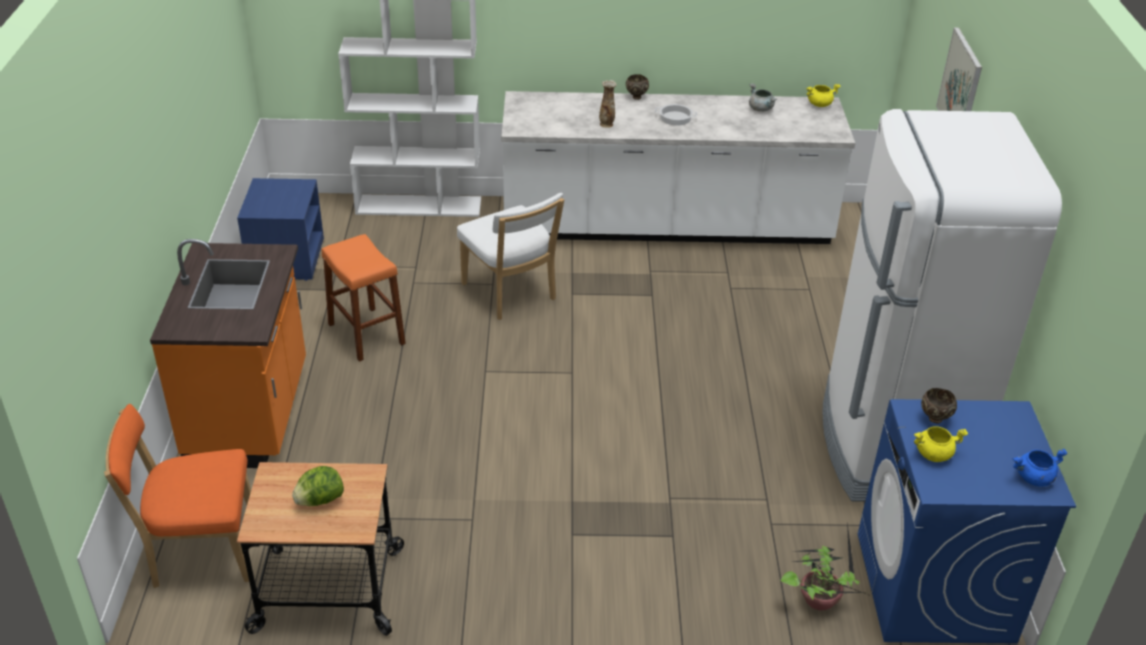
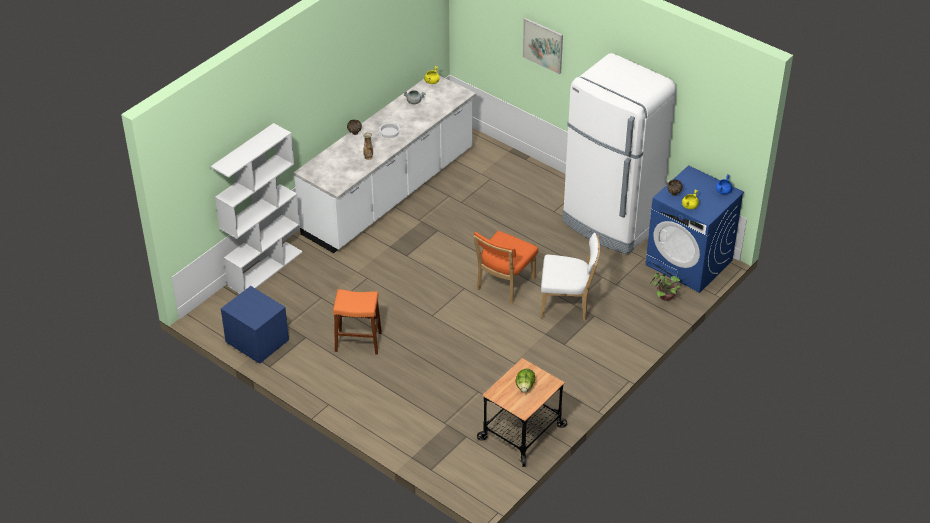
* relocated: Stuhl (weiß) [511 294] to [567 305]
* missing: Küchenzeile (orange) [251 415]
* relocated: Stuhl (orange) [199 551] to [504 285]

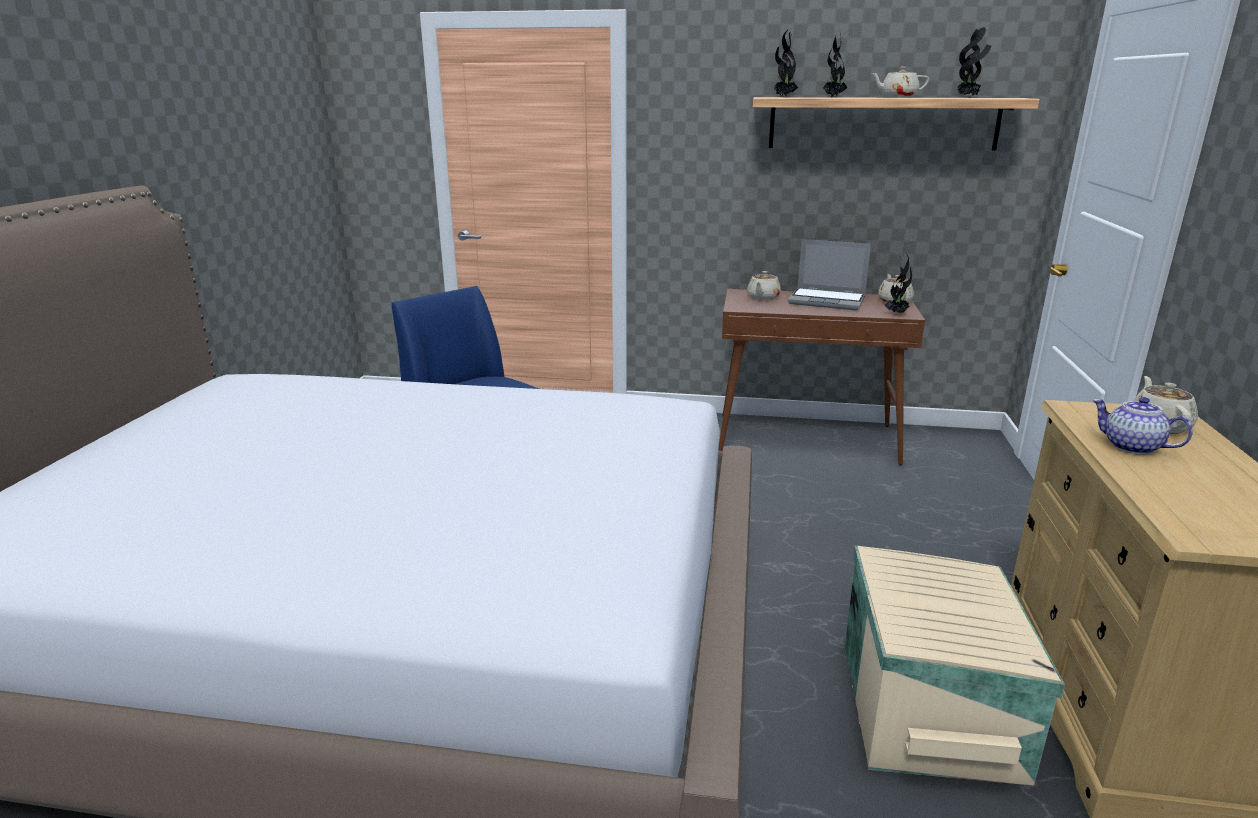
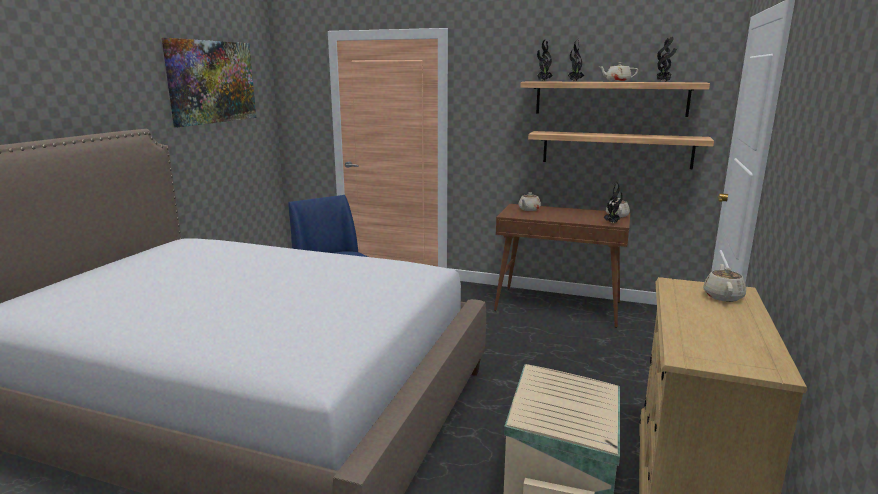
* missing: Laptop [828 301]
* missing: Teekanne [1131 447]
* appeared: Bild [212 82]
* appeared: Wandregal [616 149]

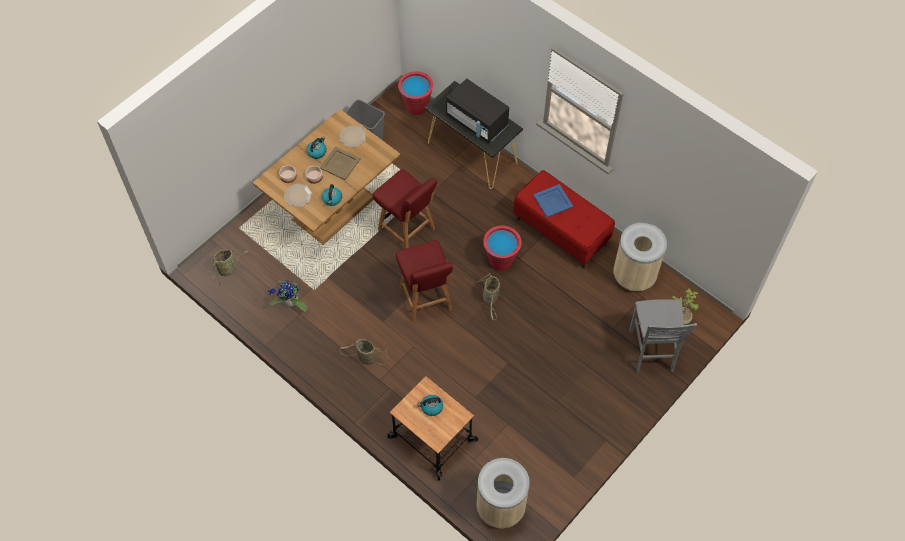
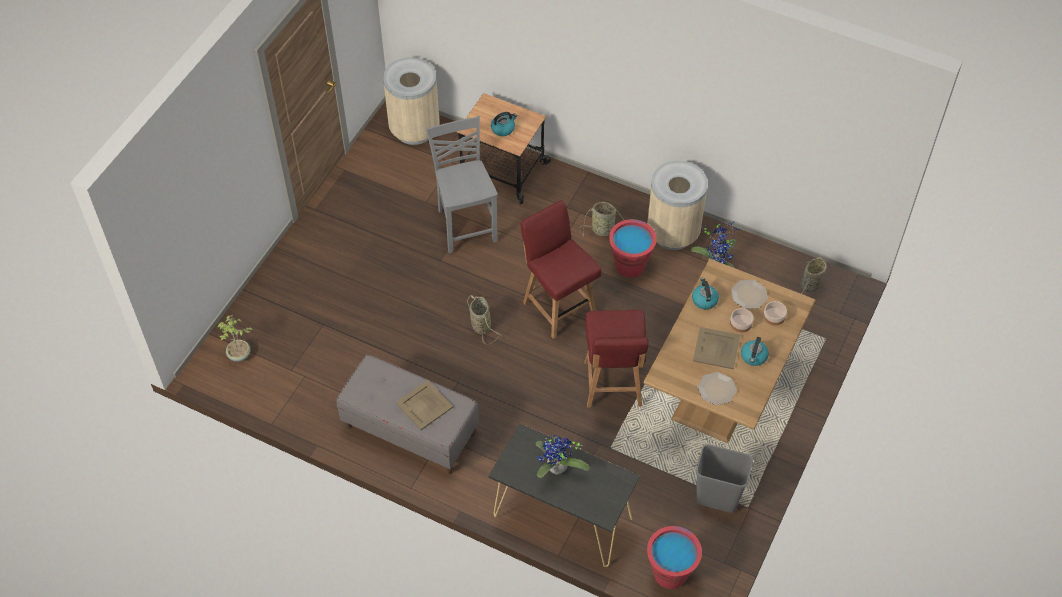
* exchanged: Mikrowelle (schwarz) [477 122] to Topfpflanze [556 469]
* spun: Stuhl (rot) [407 230] = [612 385] 120 degrees counterclockwise
* colour: Bank (rot) [561 231] to Bank (grau) [410 430]
* colour: Tablett (blau) [552 201] to Tablett (beige) [425 405]
* relocated: Mülleimer (beige) [634 276] to [672 233]
* relocated: Eimer (rot) [501 261] to [630 266]
* relocated: Stuhl (grau) [651 352] to [466 225]

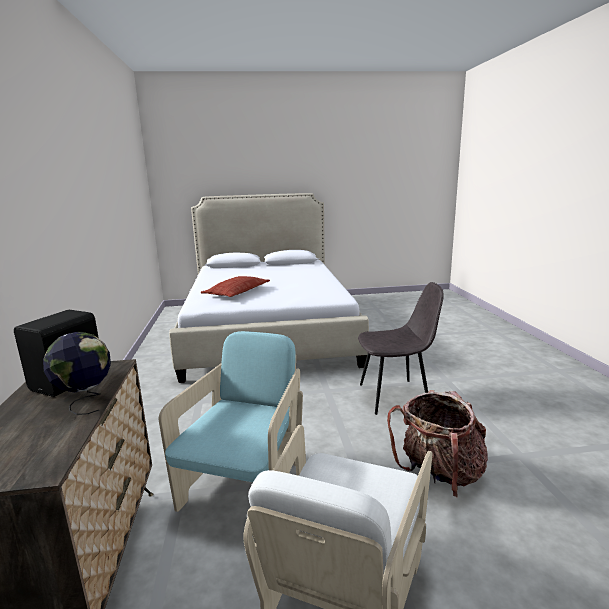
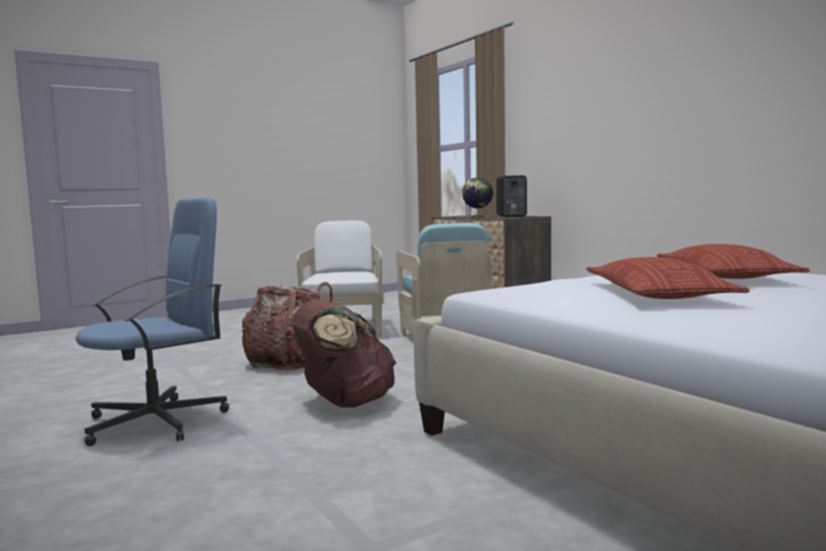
* exchanged: Stuhl (grau) [395 396] to Rucksack (braun) [344 403]
* appeared: Bürostuhl (blau) [158 421]
* appeared: Kissen [656 294]

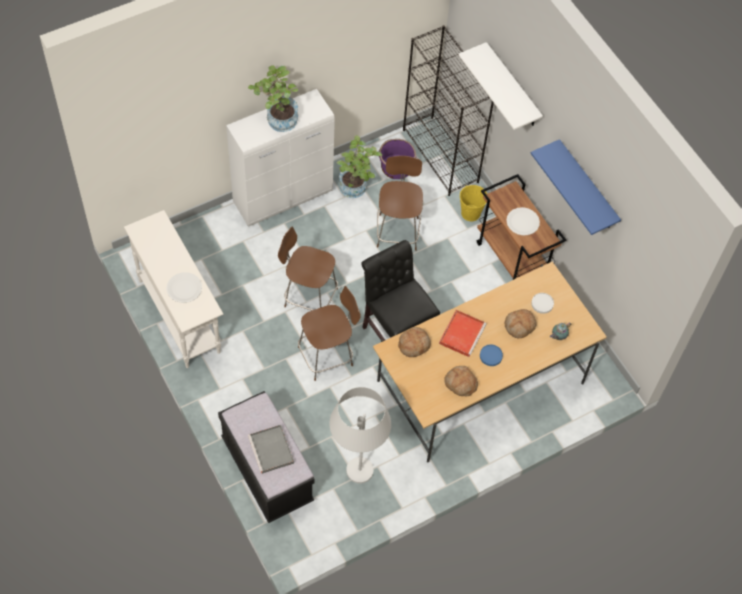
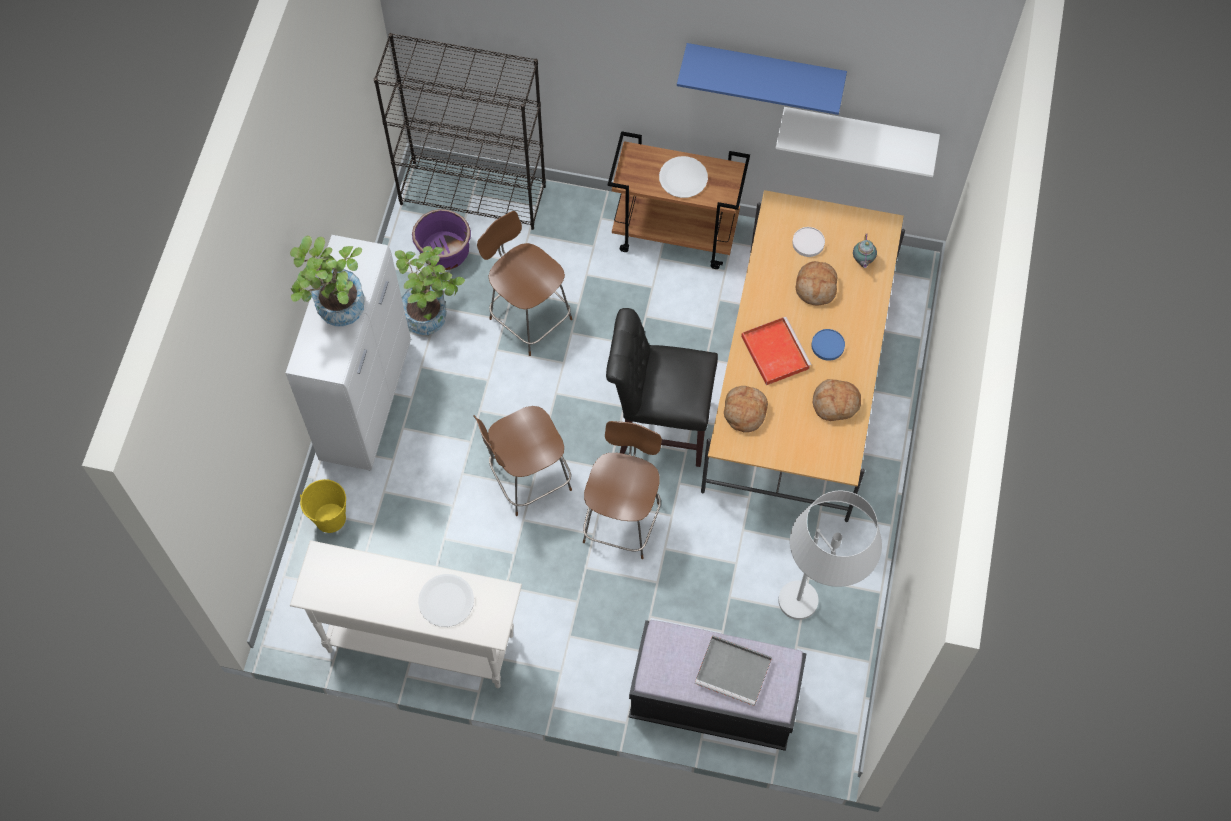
* relocated: Wandregal (weiß) [512 87] to [859 132]
* relocated: Eimer (gelb) [470 213] to [330 518]

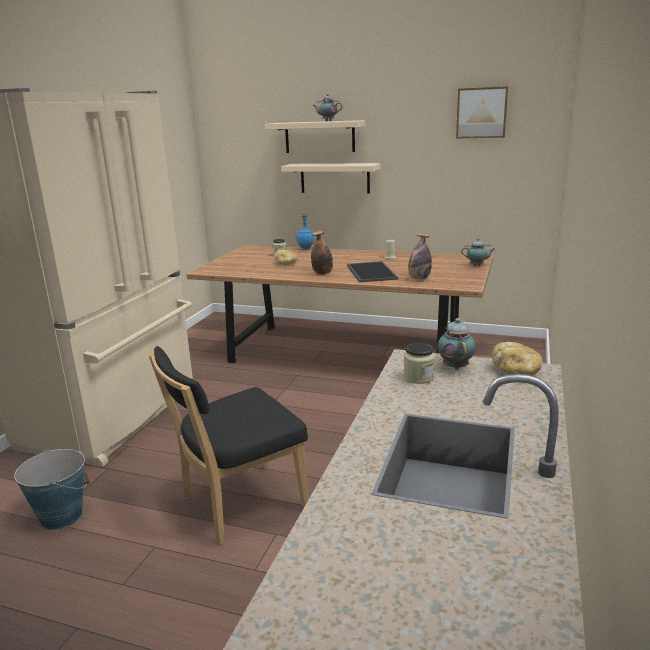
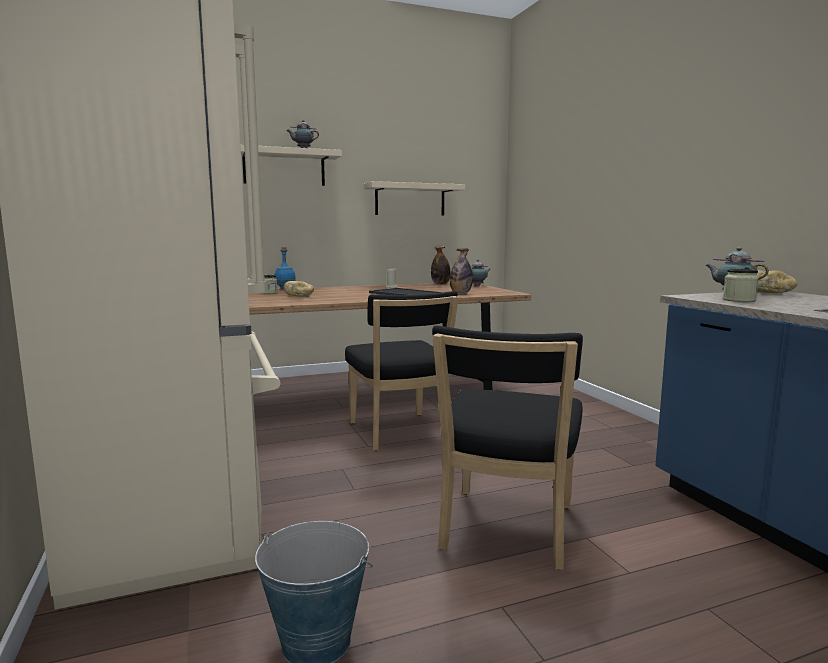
* missing: Bild [481 113]
* relocated: Wandregal (beige) [335 178] to [410 200]
* relocated: Flasche [322 273] to [440 284]
* appeared: Stuhl (schwarz) [399 433]

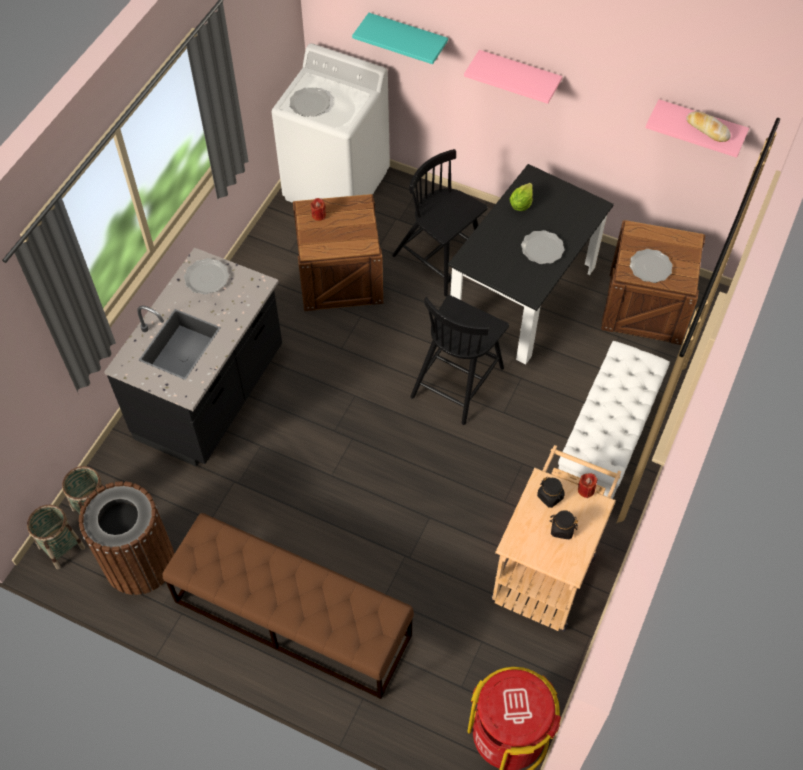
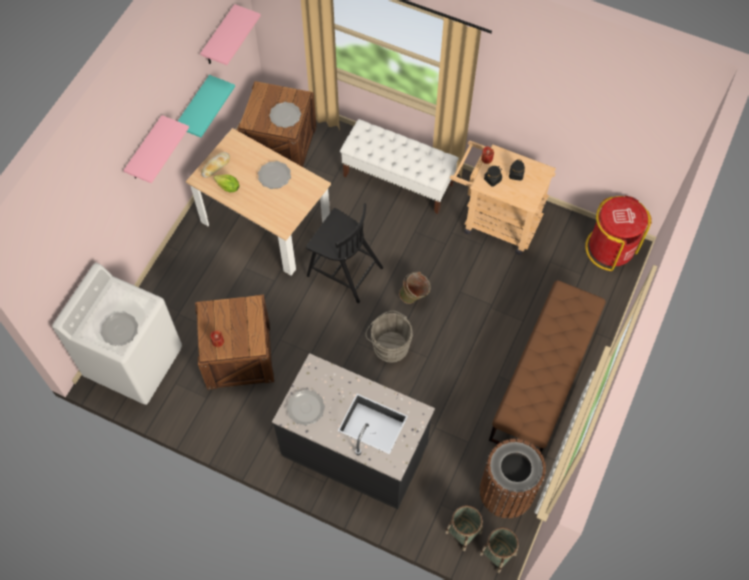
* relocated: Wandregal (türkis) [408 38] to [194 107]
* relocated: Brot [707 129] to [216 166]
* missing: Stuhl (schwarz) [440 260]
* colour: Esstisch (schwarz) [522 296] to Esstisch (beige) [265 224]
* appeared: Eimer (grün) [414 297]
* appeared: Eimer (grau) [389 345]

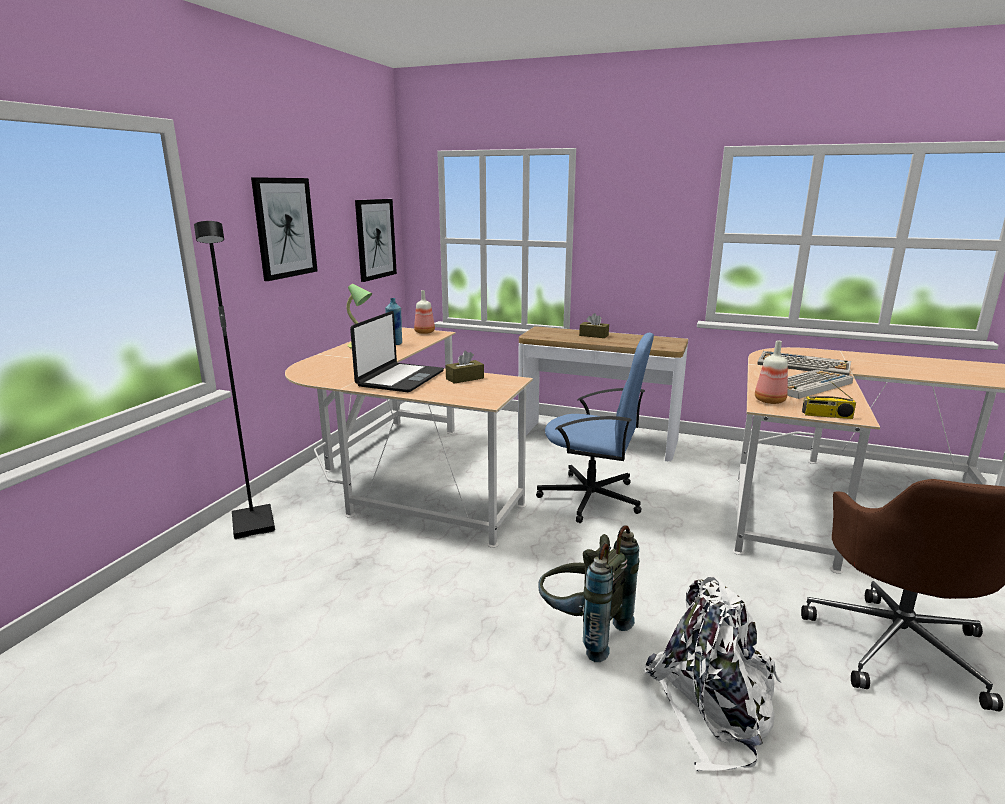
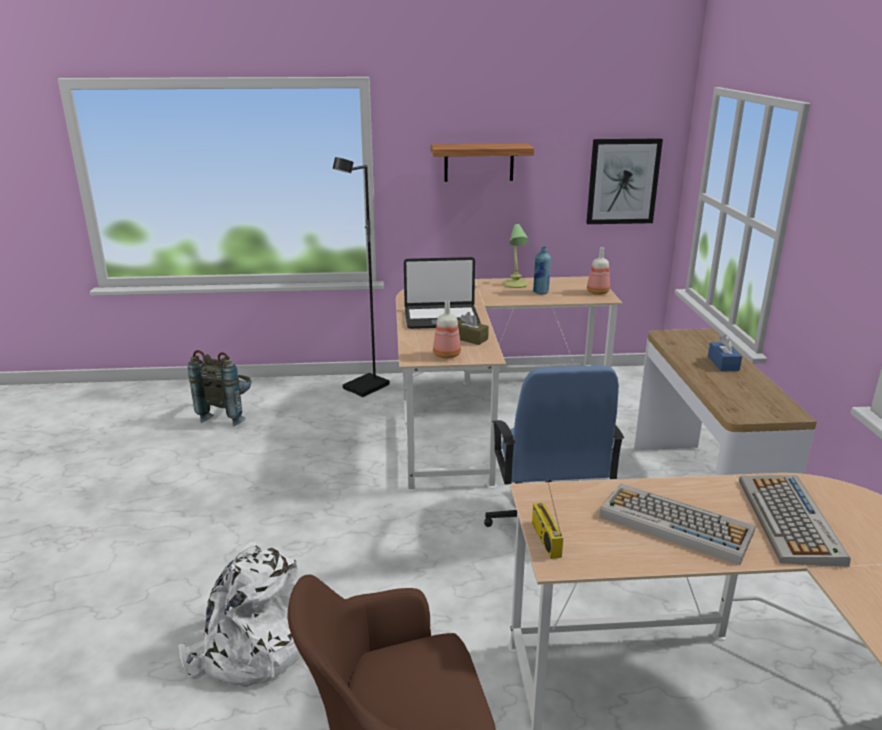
* exchanged: Bild [284 228] to Wandregal [479 162]
* colour: Taschentuchbox (braun) [593 335] to Taschentuchbox (blau) [723 363]
* relocated: Flasche [770 401] to [446 355]
* relocated: Rucksack (grau) [582 631] to [228 414]

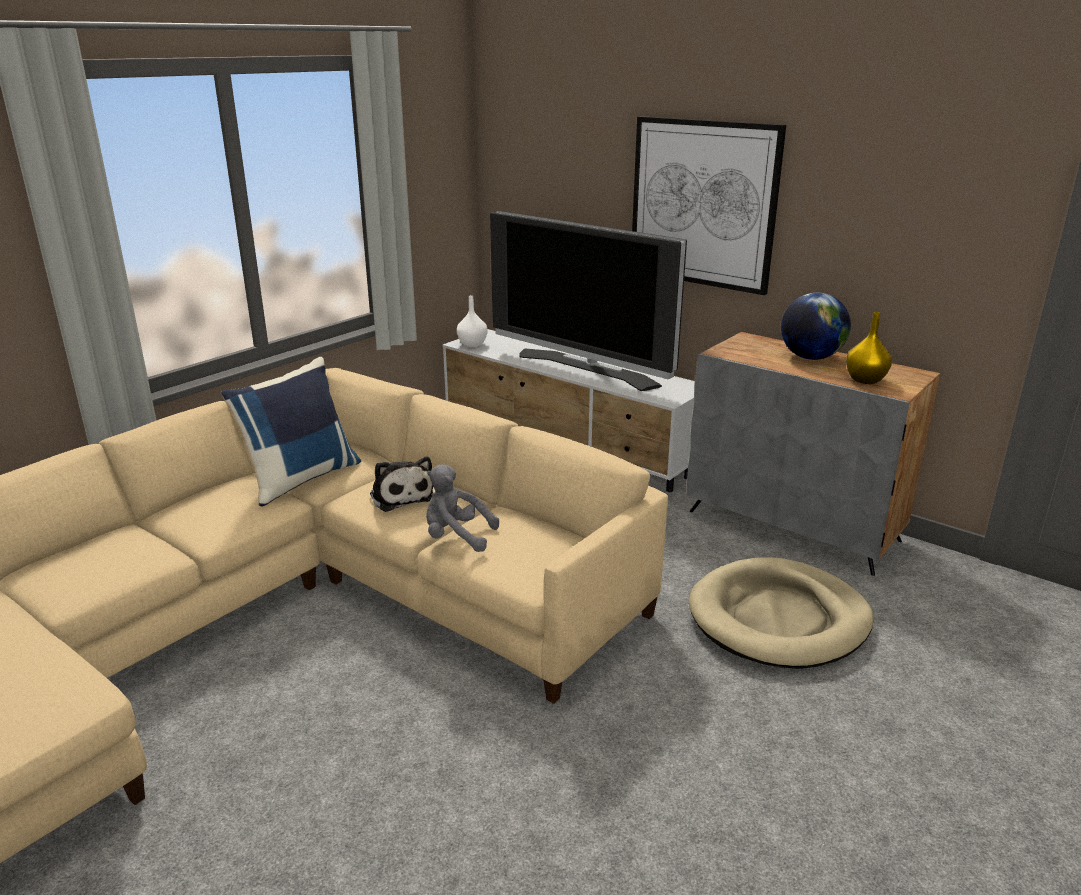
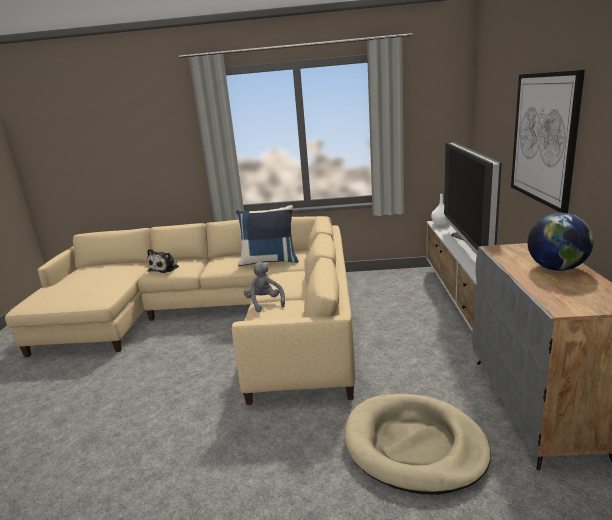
* missing: Vase (gelb) [864 380]
* relocated: Plüschtier [401 496] to [165 268]

